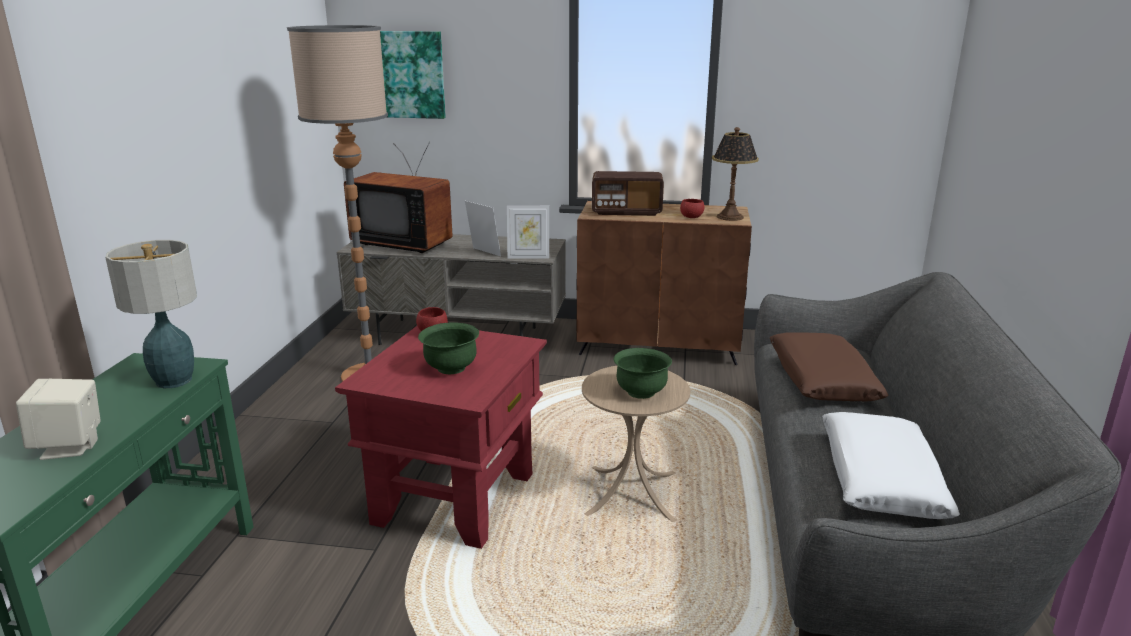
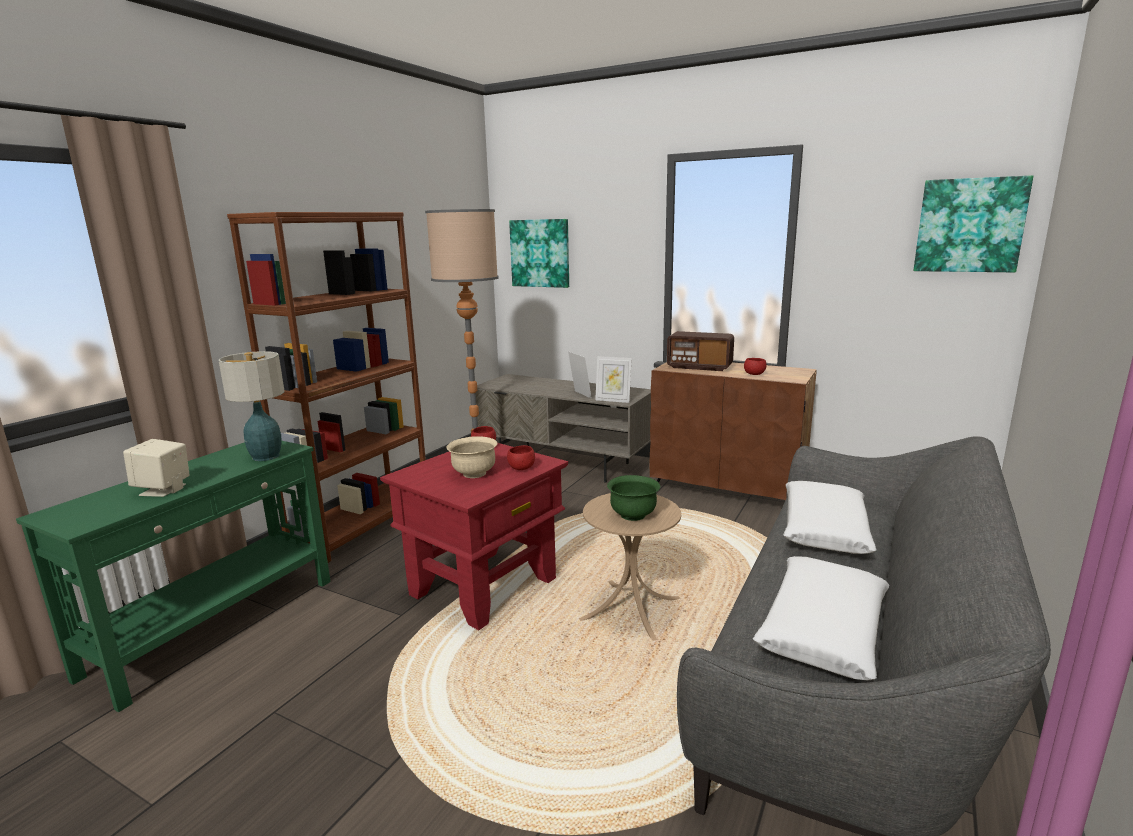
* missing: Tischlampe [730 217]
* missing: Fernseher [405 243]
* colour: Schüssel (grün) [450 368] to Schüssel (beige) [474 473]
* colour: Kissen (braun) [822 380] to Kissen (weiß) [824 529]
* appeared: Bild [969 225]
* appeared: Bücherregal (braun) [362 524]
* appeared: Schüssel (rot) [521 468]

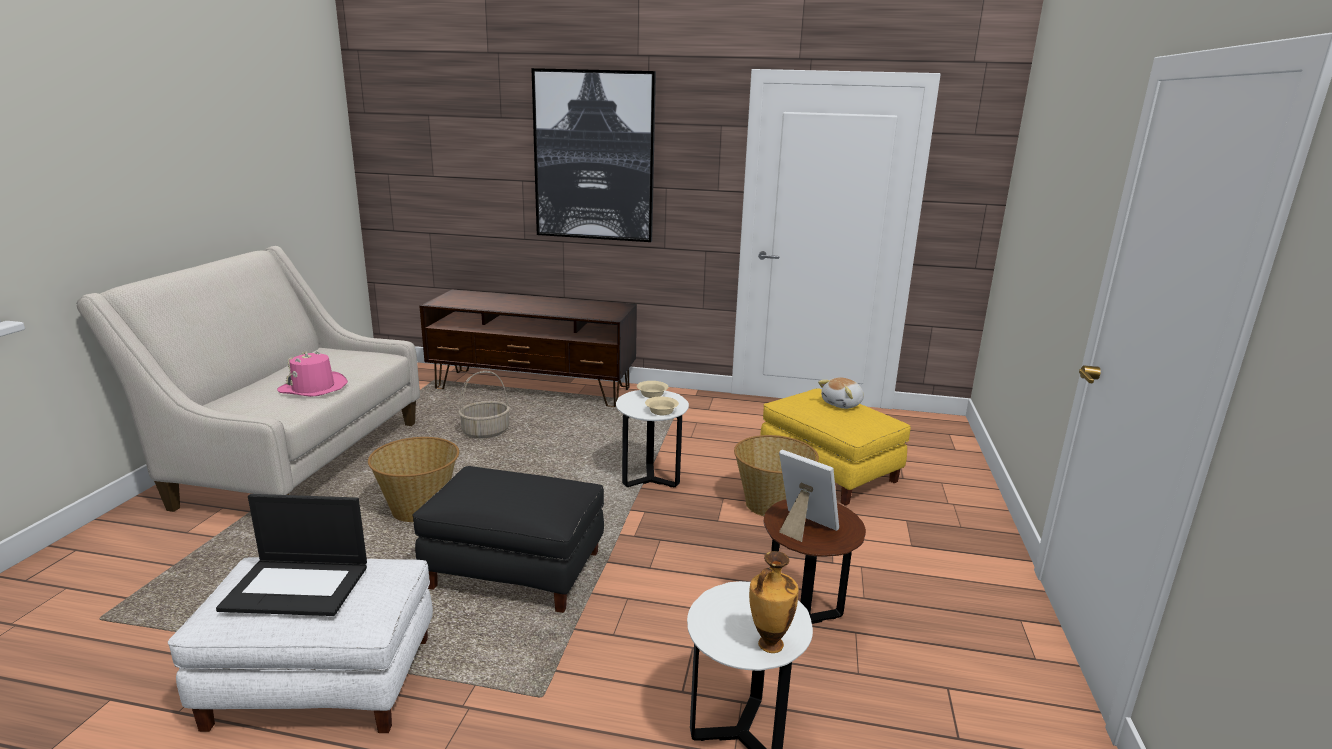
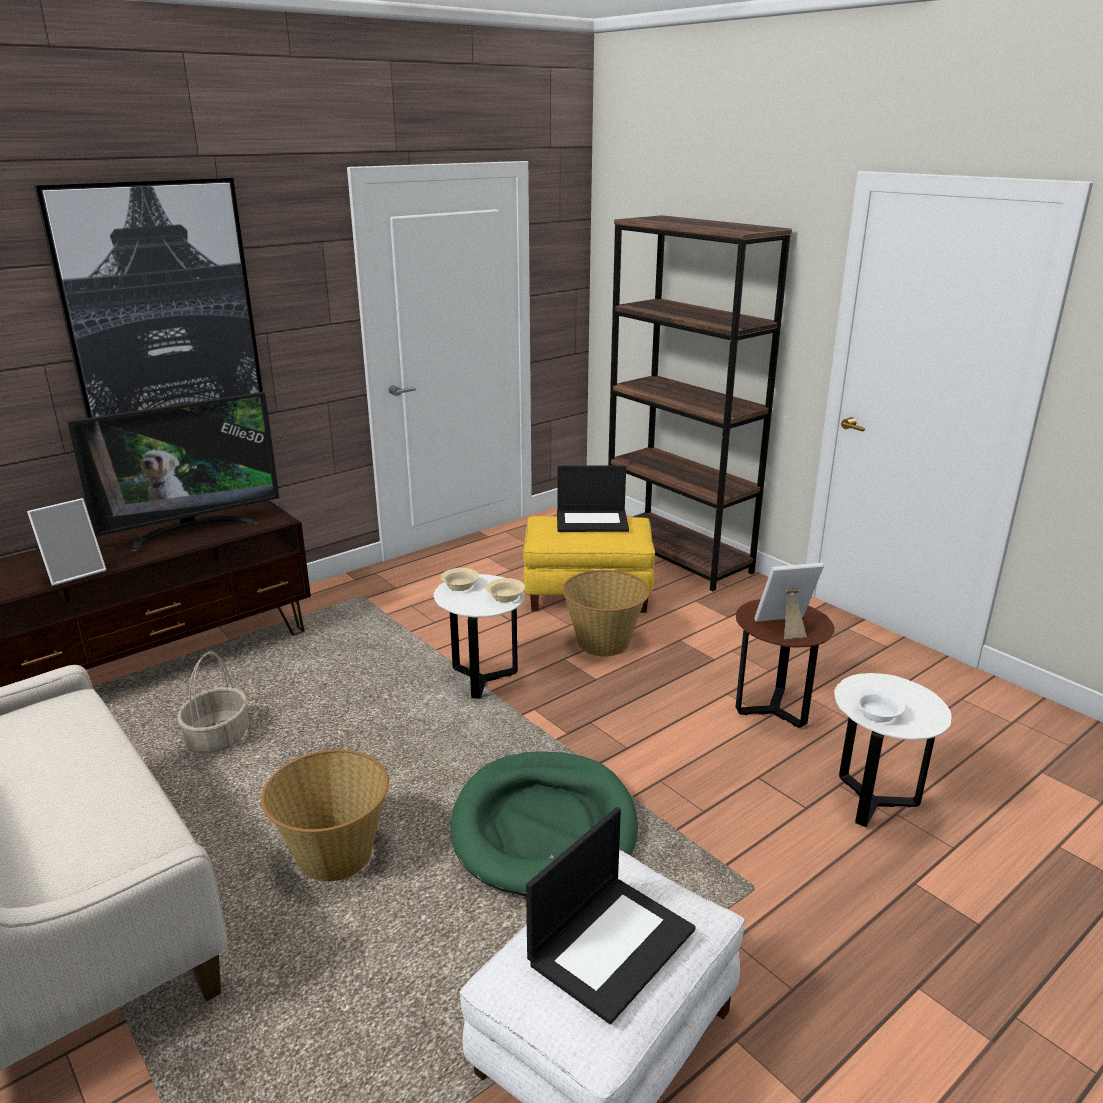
* missing: Hut (rosa) [313 388]
* exchanged: Plüschtier [842 404] to Laptop [592 521]
* exchanged: Polsterhocker (schwarz) [516 569] to Hundebett (grün) [544 828]
* missing: Vase [768 644]
* appeared: Bücherregal (braun) [678 556]
* appeared: Fernseher [191 529]
* appeared: Bilderrahmen [75 572]
* appeared: Schüssel (weiß) [878 714]

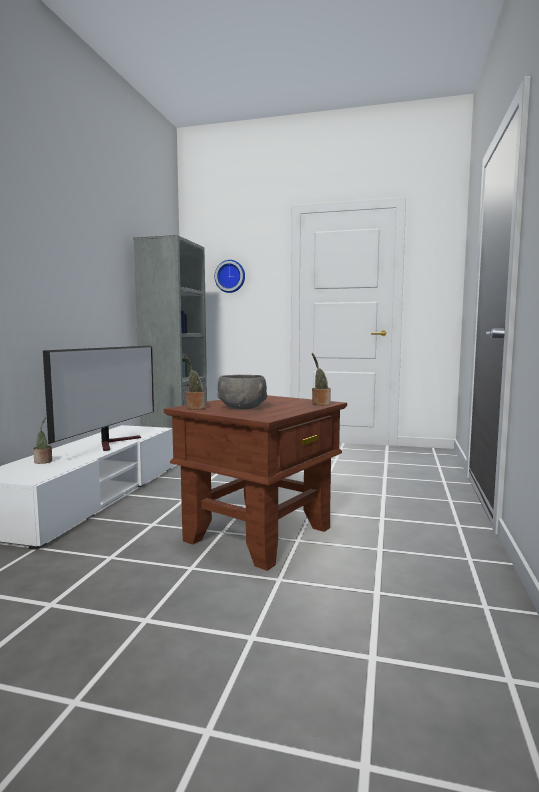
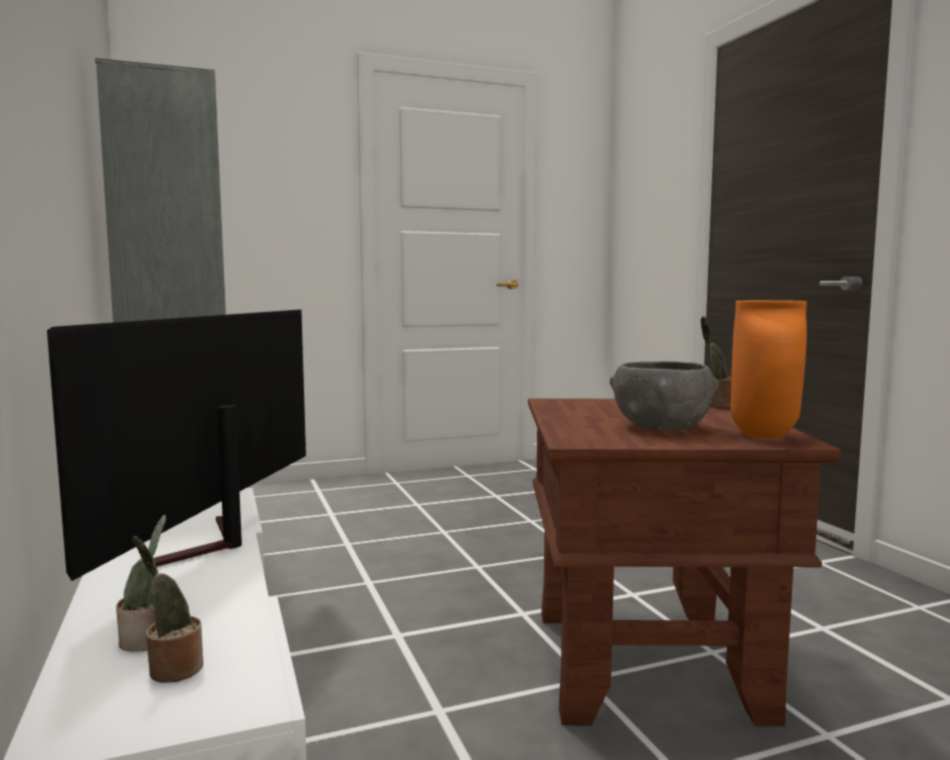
* missing: Wanduhr [230 276]
* spun: Fernseher [114 443] = [210 545] 150 degrees counterclockwise
* relocated: Topfpflanze [194 408] to [172 669]
* appeared: Vase (orange) [765 435]

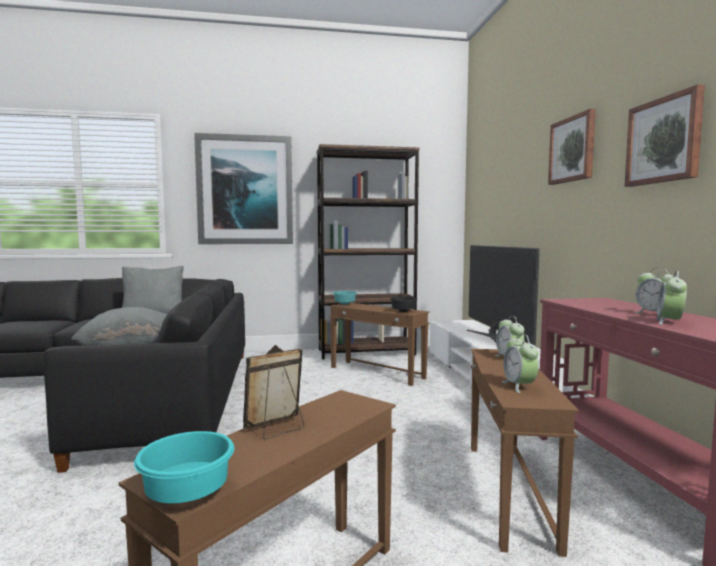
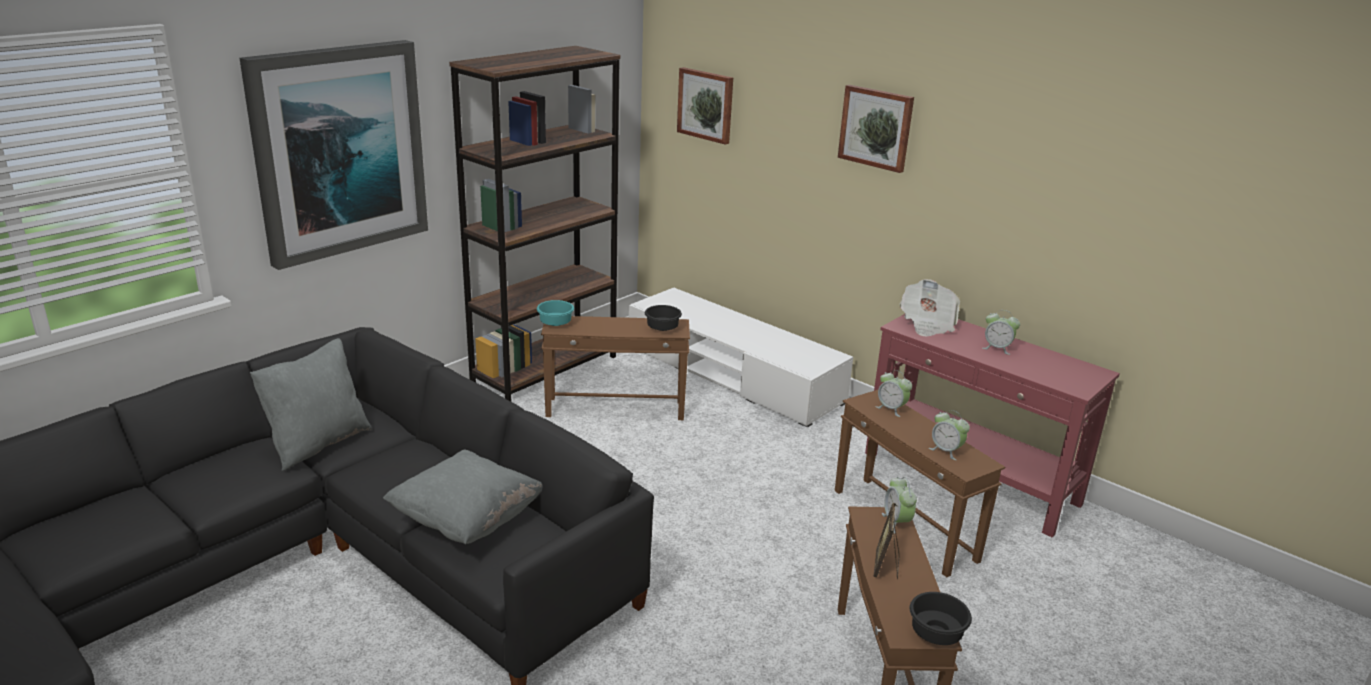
* relocated: Bild [664 140] to [706 105]
* missing: Fernseher [495 338]
* relocated: Wecker [669 322] to [896 522]
* colour: Schüssel (türkis) [190 493] to Schüssel (schwarz) [936 633]
* appeared: Zeitung [927 324]

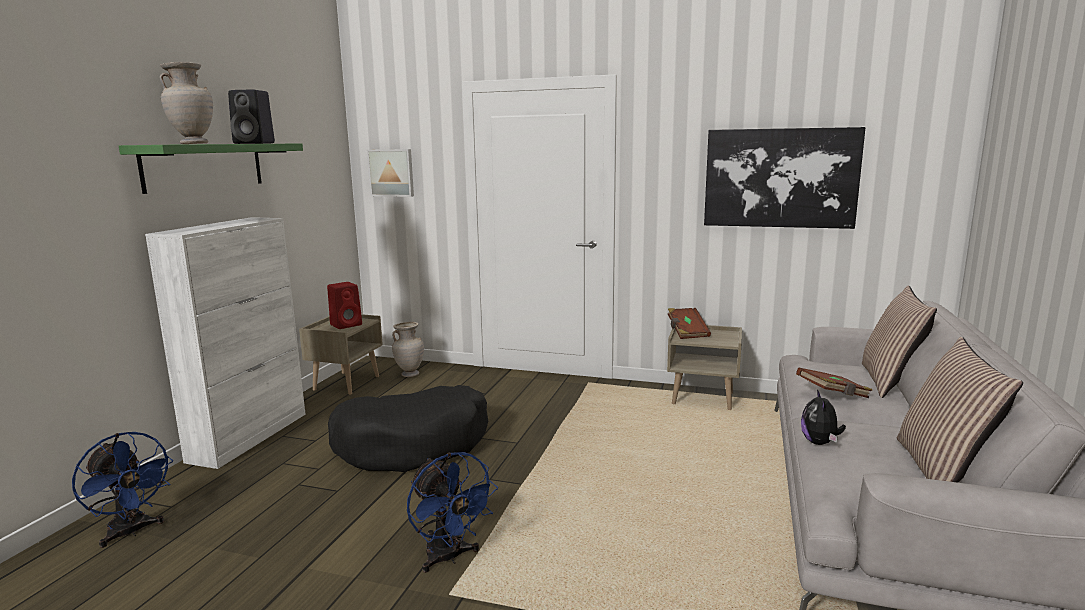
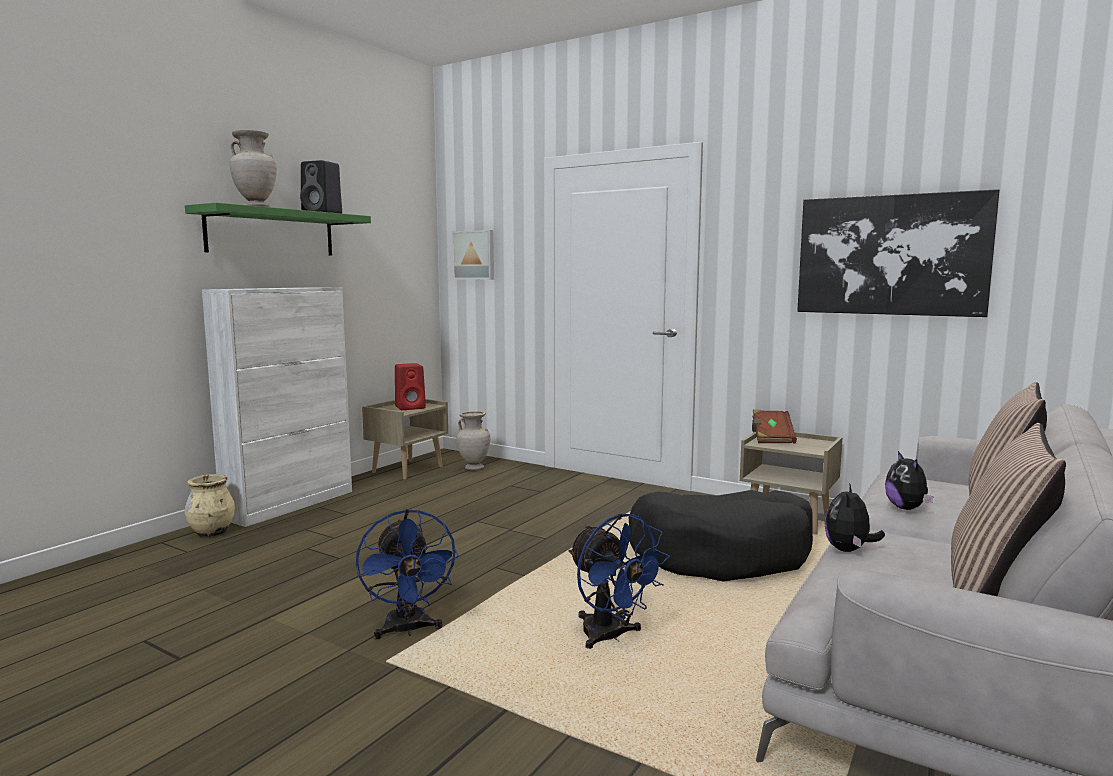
* exchanged: Buch (braun) [833 395] to Plüschtier [907 508]
* relocated: Hundebett (schwarz) [413 444] to [722 554]
* relocated: Ventilator (blau) [131 532] to [610 637]
* appeared: Vase (beige) [212 533]

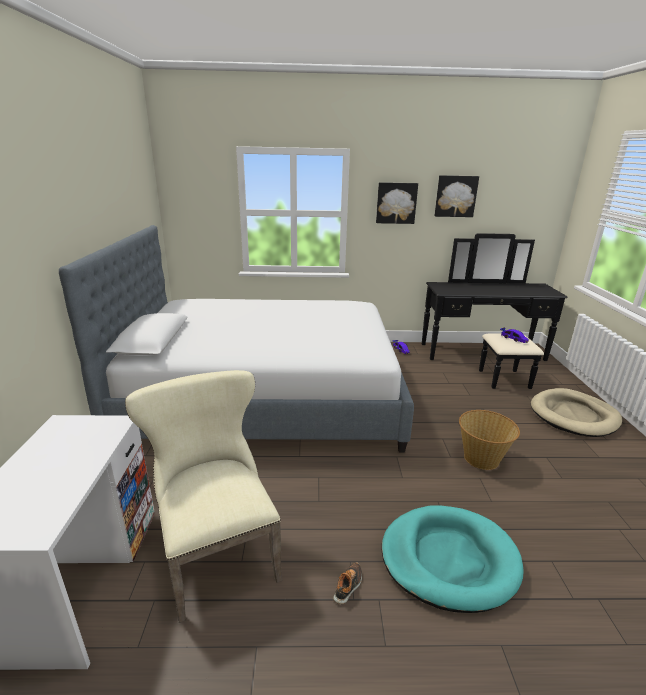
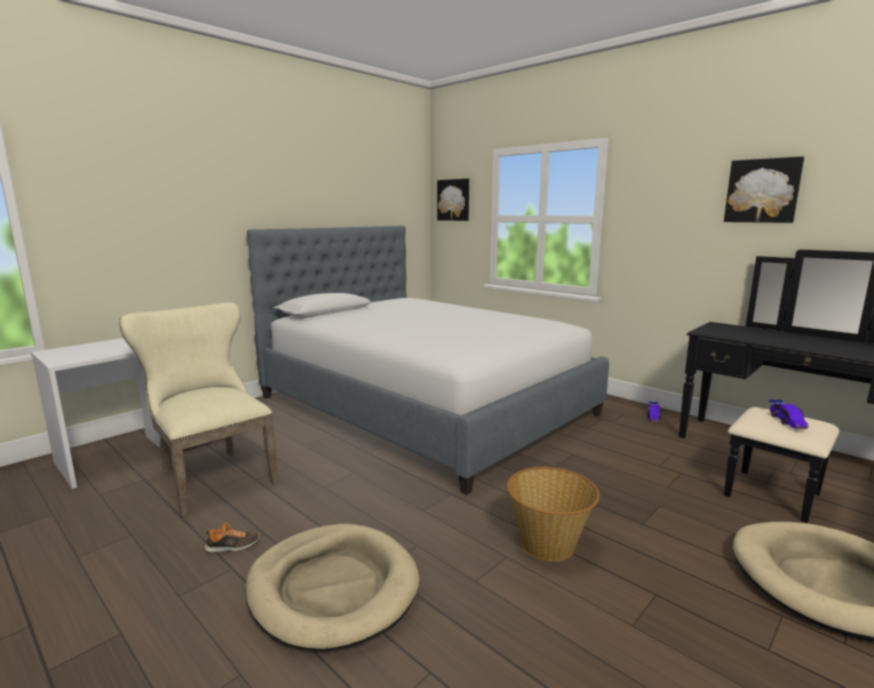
* relocated: Bild [396 203] to [454 200]
* spun: Stuhl (beige) [217 551] = [212 476] 60 degrees counterclockwise
* colour: Hundebett (türkis) [448 559] to Hundebett (beige) [333 588]

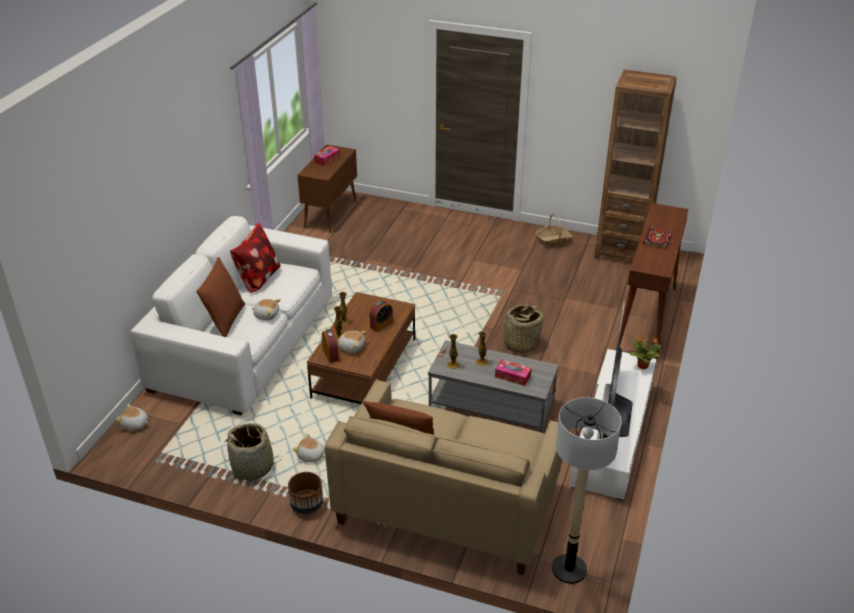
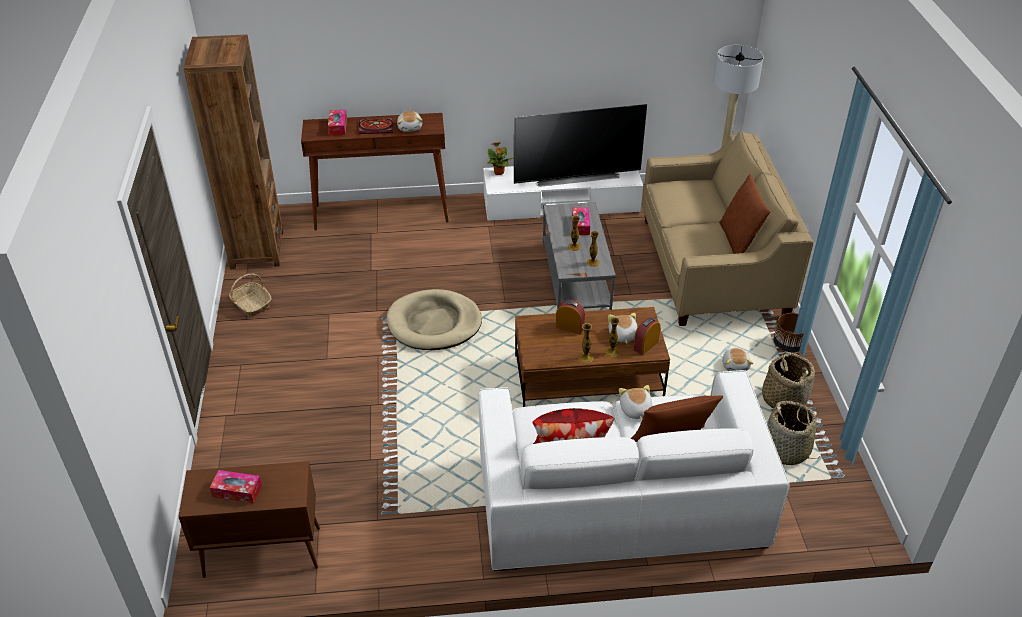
* relocated: Korb [520 344] to [786 450]
* relocated: Plüschtier [135 424] to [410 127]
* appeared: Taschentuchbox [338 126]
* appeared: Hundebett (beige) [434 323]

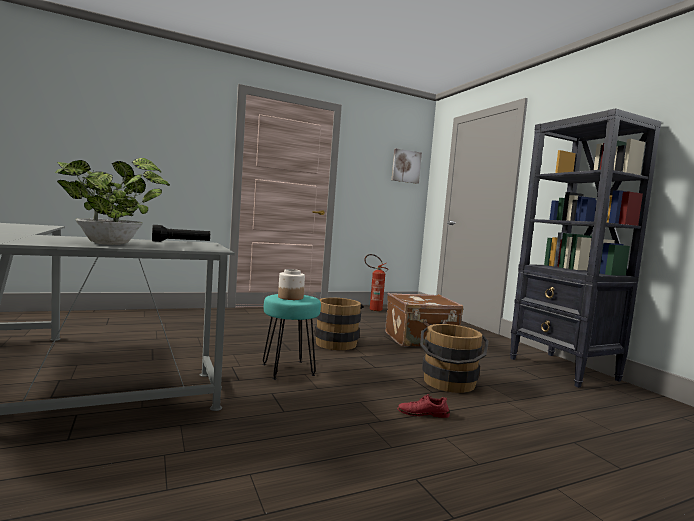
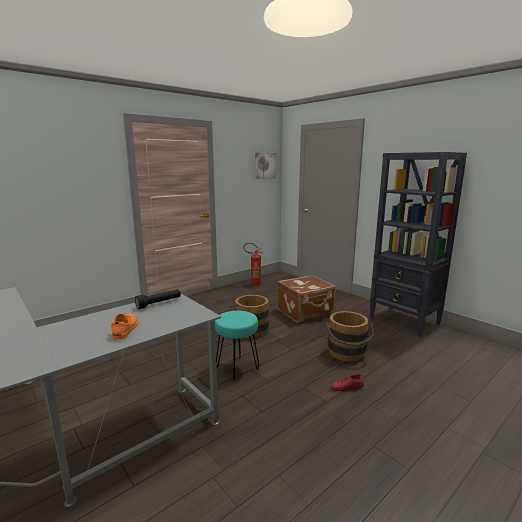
* exchanged: Topfpflanze [114 243] to Schuh (orange) [125 329]
* missing: Vorratsglas [290 297]

